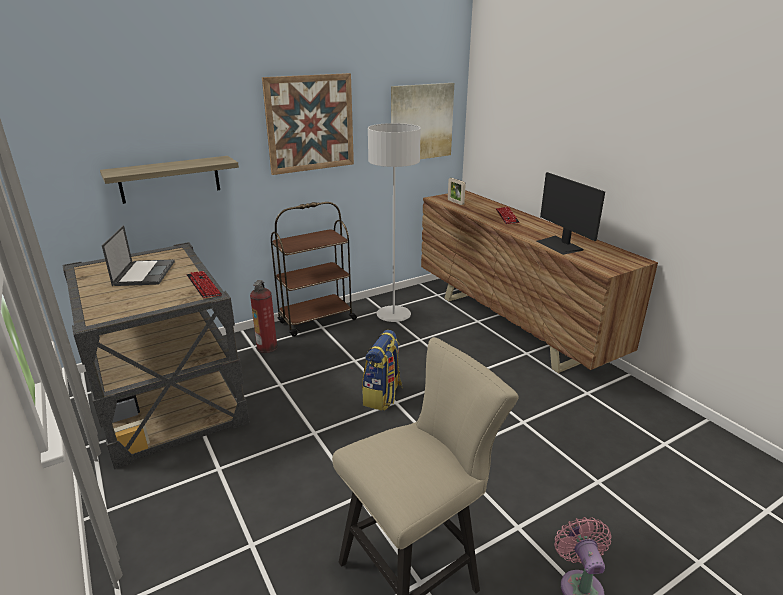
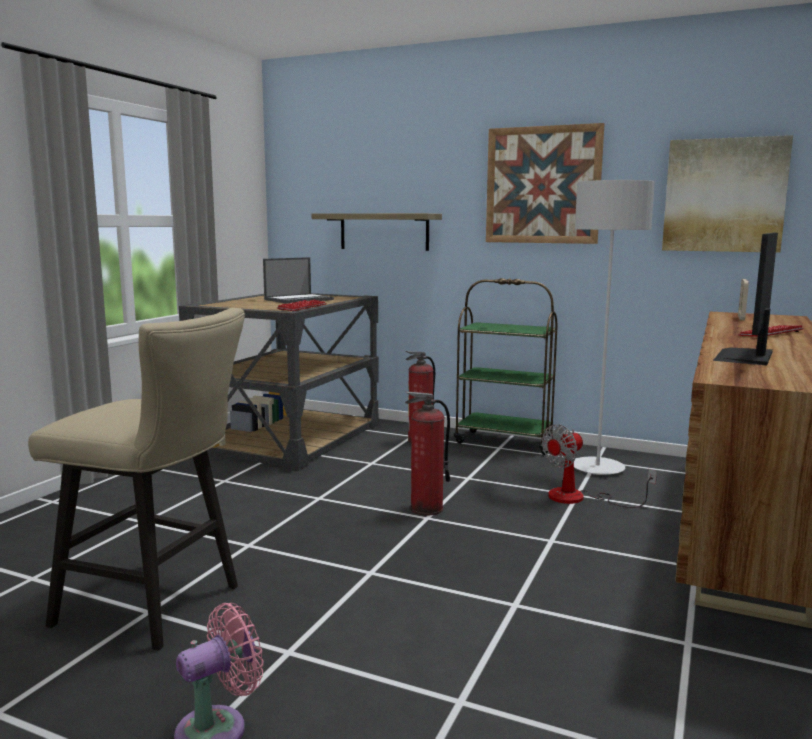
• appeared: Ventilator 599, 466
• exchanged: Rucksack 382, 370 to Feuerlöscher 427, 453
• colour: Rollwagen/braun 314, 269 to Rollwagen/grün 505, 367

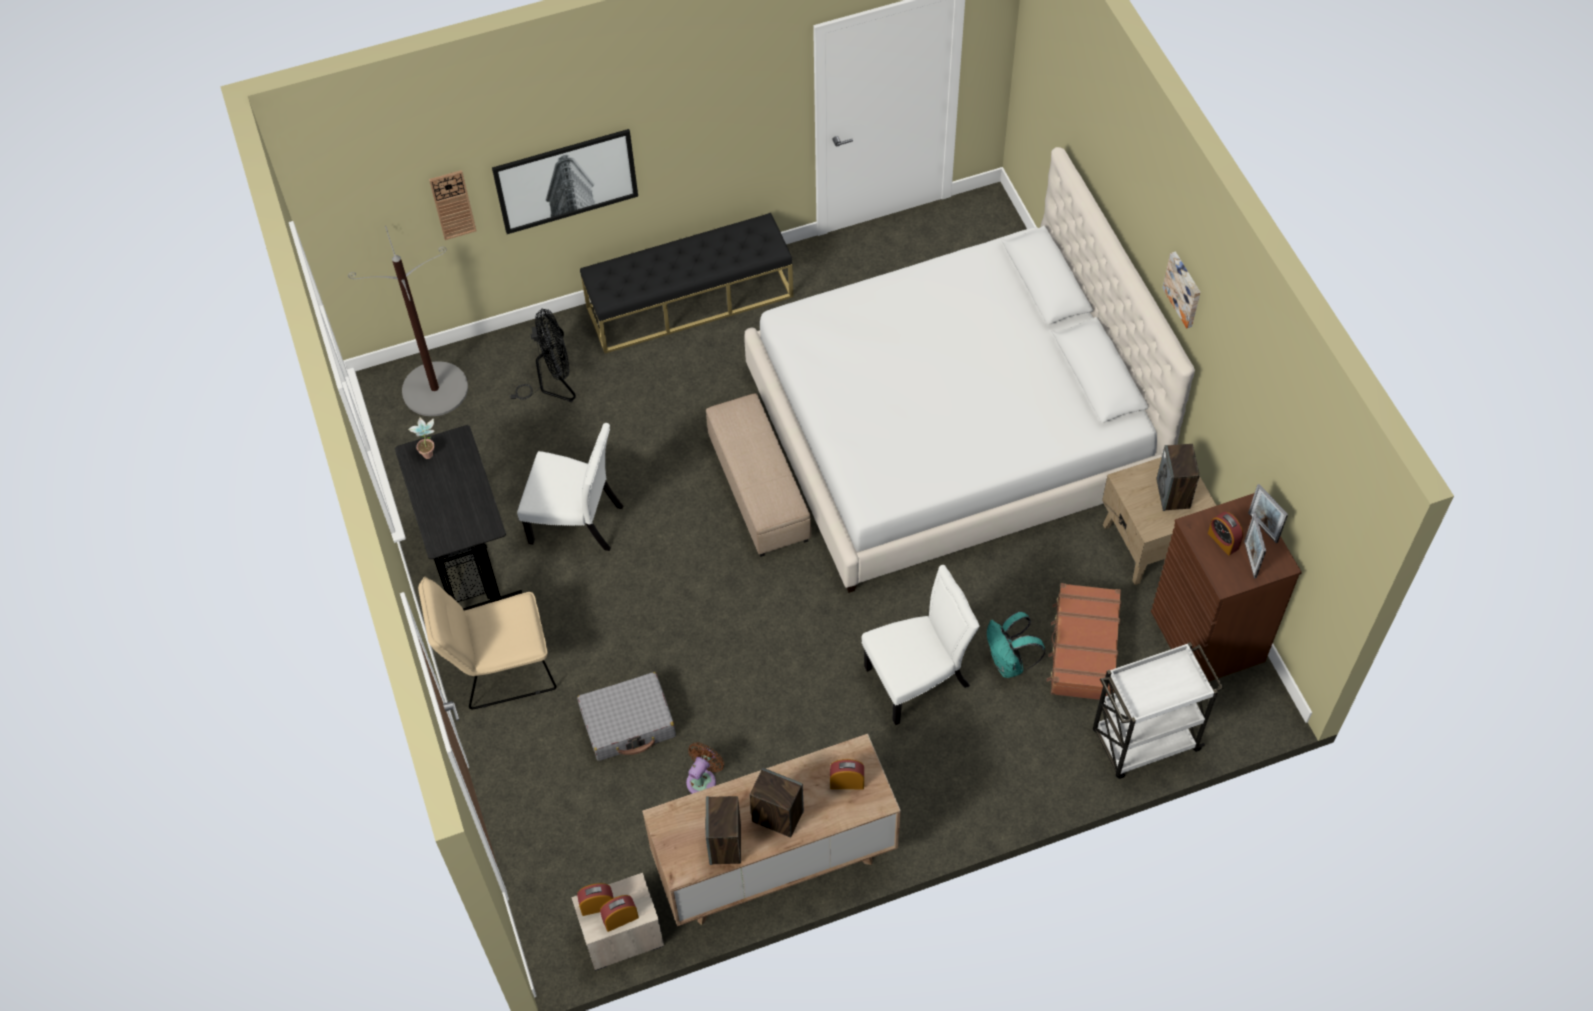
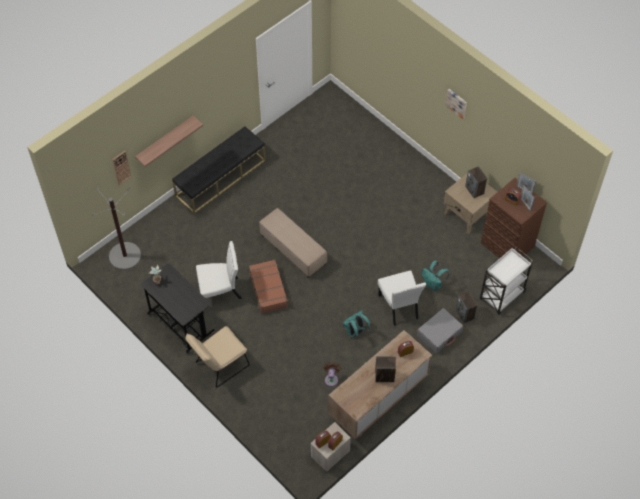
• missing: Ventilator/schwarz 543, 356
• missing: Bett/weiß 969, 370
• appeared: Rucksack/türkis 357, 325
• relocated: Koffer/grau 626, 716 to 440, 330
• relocated: Lautsprecher 723, 830 to 467, 307
• relocated: Koffer/braun 1084, 641 to 268, 287
• exchanged: Bild 565, 181 to Wandregal 169, 141
• spun: Stuhl/weiß 920, 645 = 402, 298 120 degrees clockwise

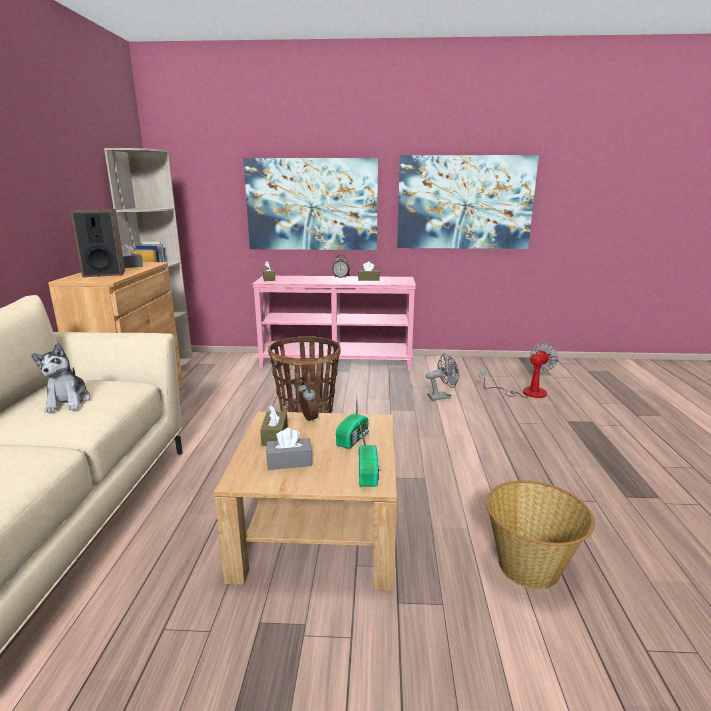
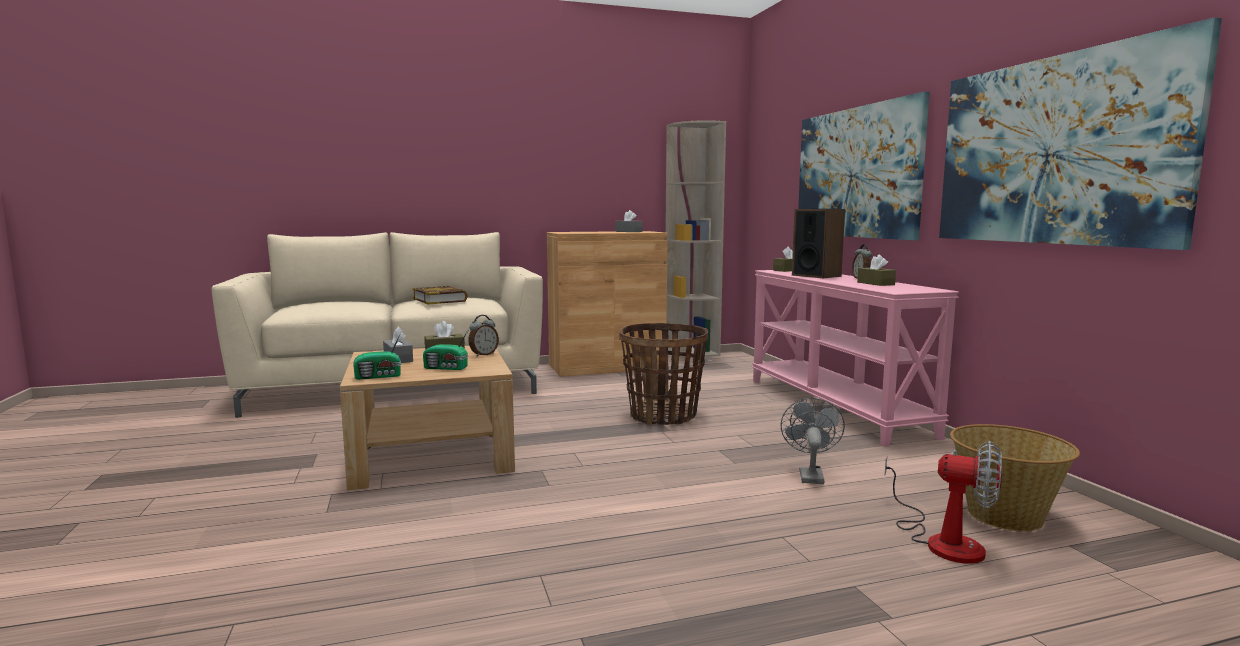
• relocated: Lautsprecher 97, 243 to 818, 243
• relocated: Korb 540, 534 to 1015, 477
• exchanged: Plüschtier 61, 377 to Buch 440, 295
• spun: Ventilator/grau 442, 376 = 812, 441 135 degrees counterclockwise

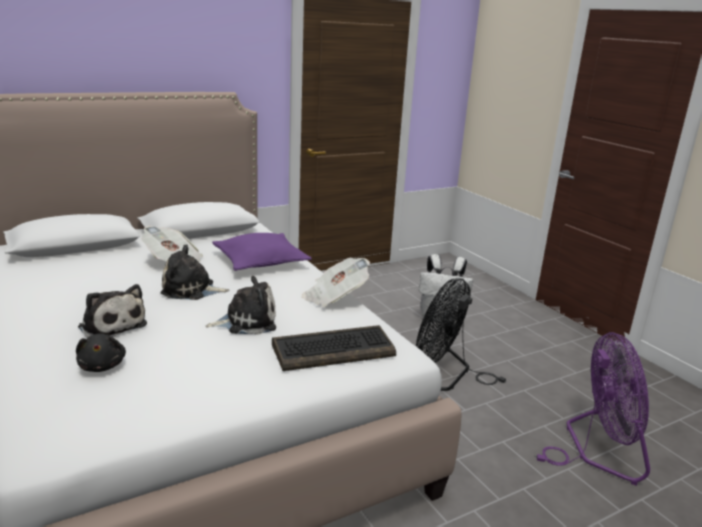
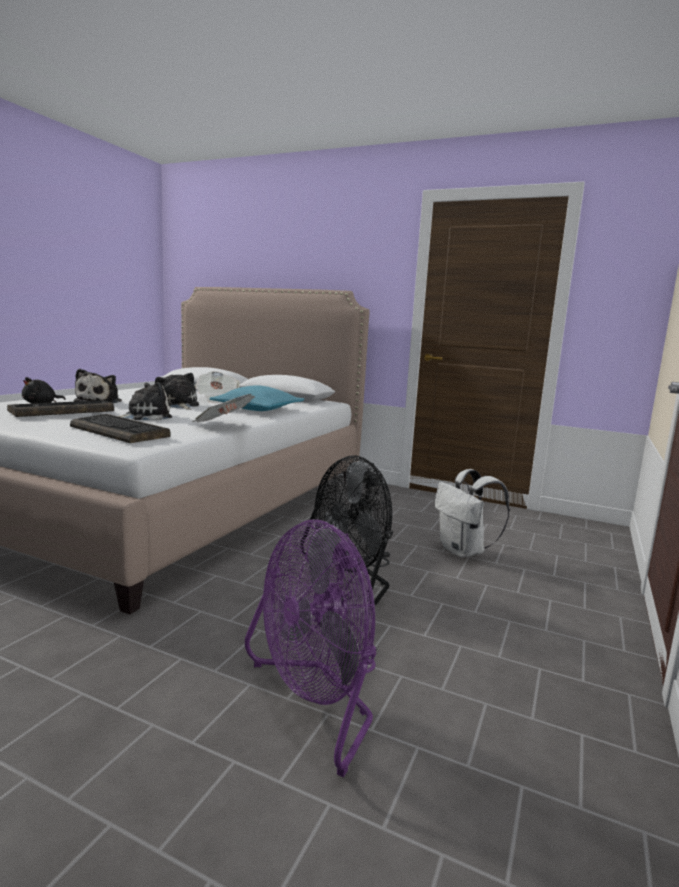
• appeared: Tastatur 60, 408
• colour: Kissen/lila 262, 252 to Kissen/türkis 257, 398
• spun: Plüschtier 240, 305 = 145, 401 75 degrees counterclockwise
• spun: Ventilator/schwarz 461, 334 = 346, 531 120 degrees counterclockwise
• spun: Ventilator/lila 592, 409 = 311, 648 90 degrees clockwise

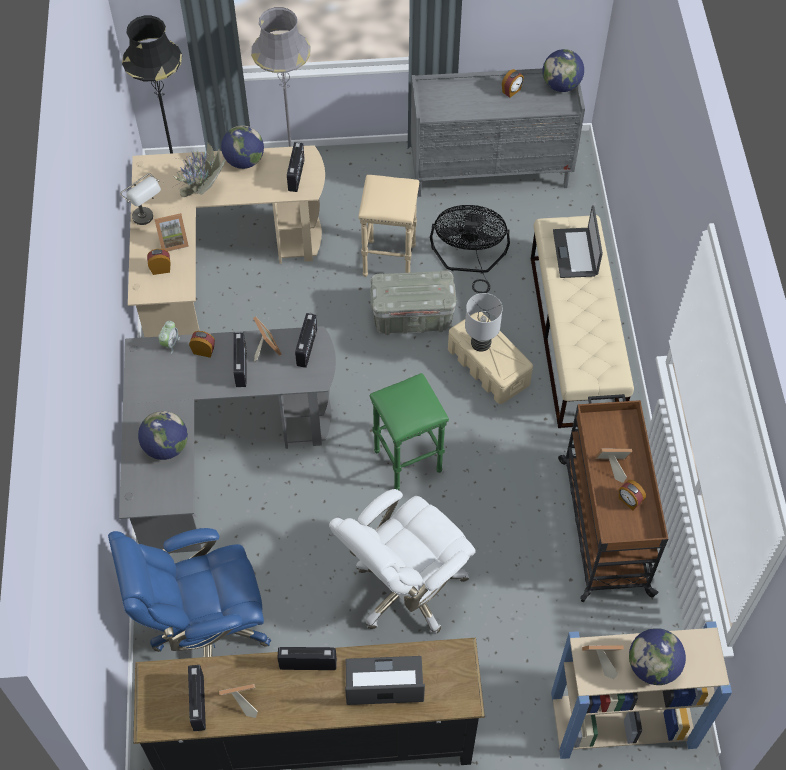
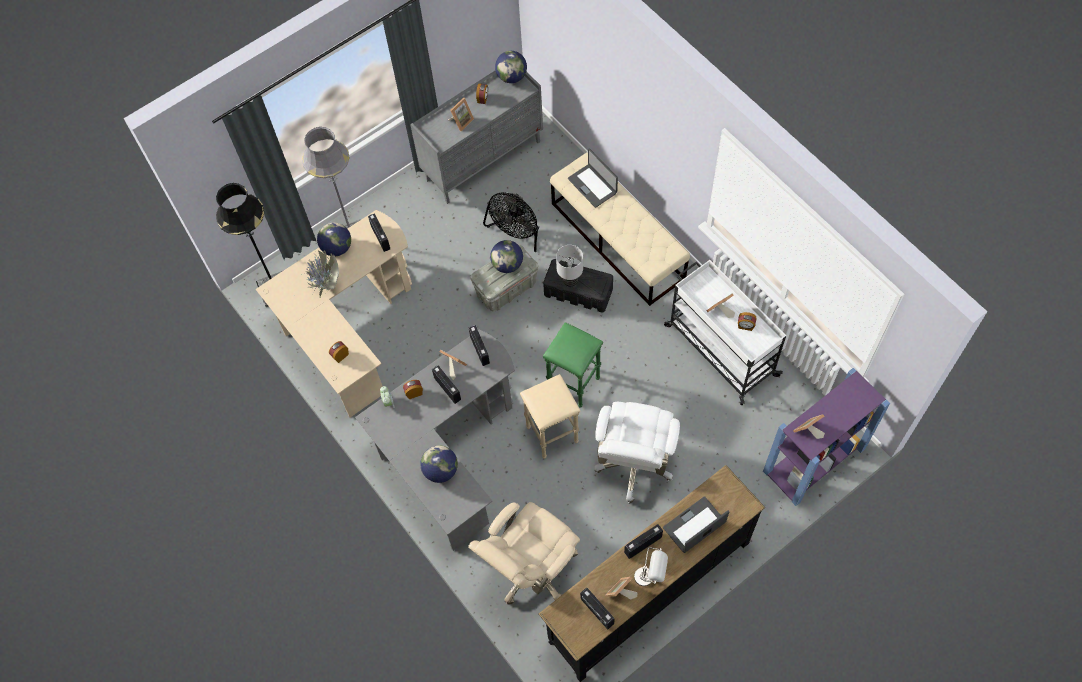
• relocated: Tischlampe/grau 140, 199 to 651, 566
• relocated: Bilderrahmen 171, 232 to 461, 114
• relocated: Hocker/beige 388, 226 to 550, 416
• relocated: Globus 657, 656 to 506, 256
• colour: Bürostuhl/blau 189, 592 to Bürostuhl/beige 524, 553
• colour: Aufbewahrungsbox/beige 490, 358 to Aufbewahrungsbox/schwarz 578, 286
• colour: Bücherregal/beige 641, 690 to Bücherregal/lila 826, 437
• colour: Rollwagen/braun 613, 498 to Rollwagen/weiß 725, 332
• spun: Ventilator/schwarz 470, 249 = 511, 222 120 degrees counterclockwise

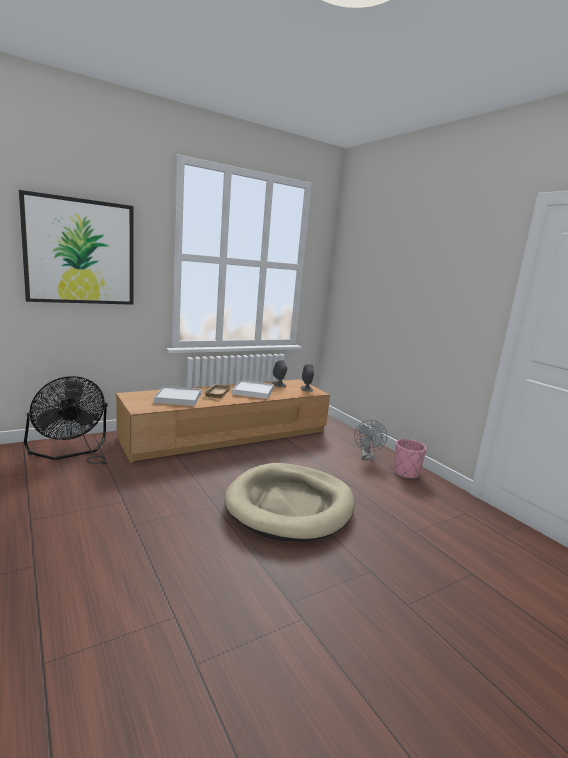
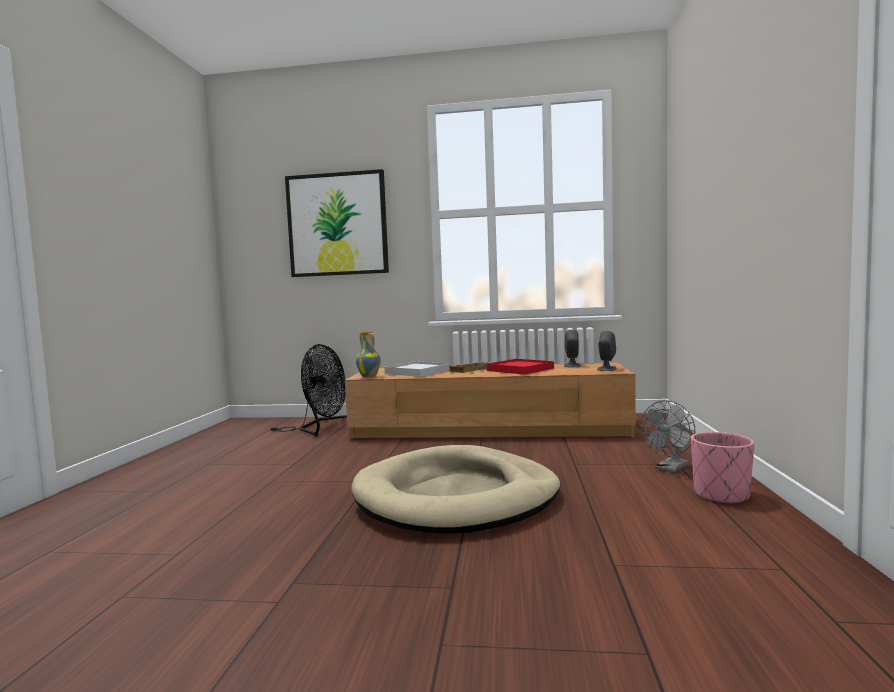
• appeared: Vase 368, 354
• colour: Tablett/weiß 253, 389 to Tablett/rot 520, 367
• spun: Ventilator/schwarz 66, 420 = 309, 390 105 degrees clockwise

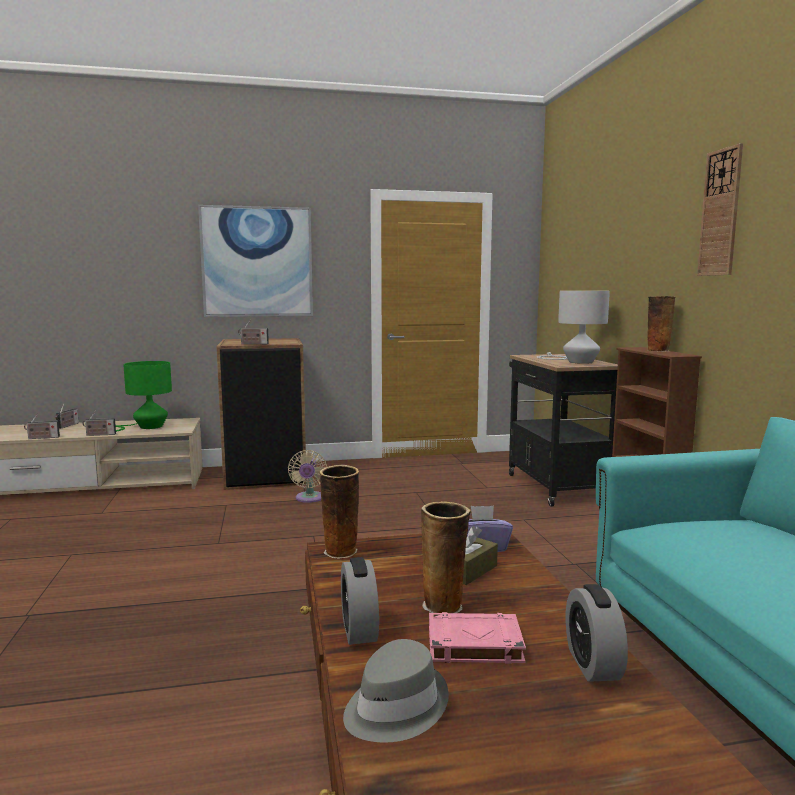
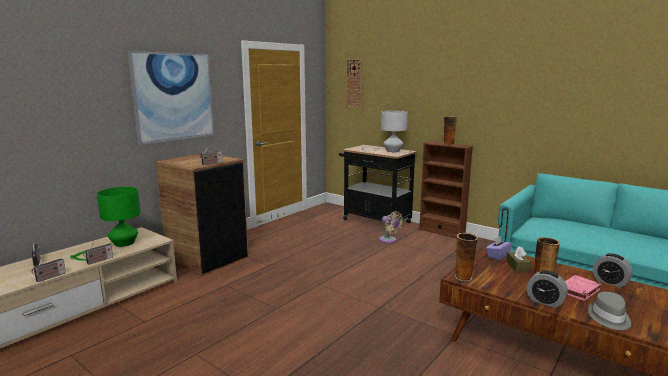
• relocated: Ventilator/beige 307, 476 to 391, 227
• relocated: Wanduhr 720, 209 to 354, 83

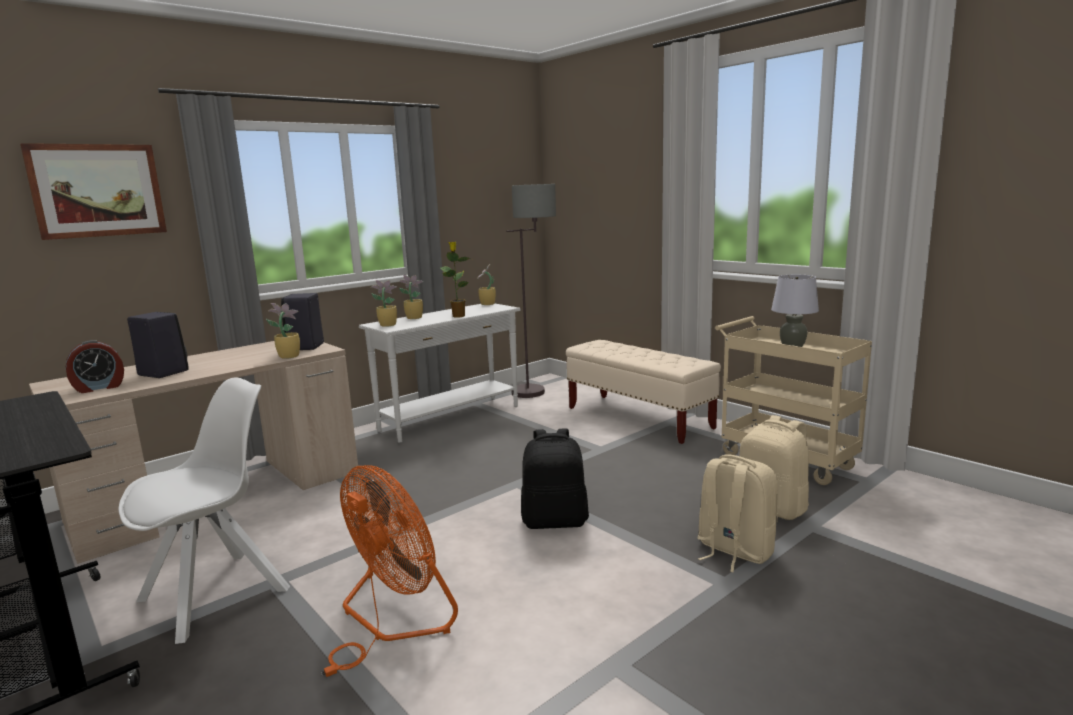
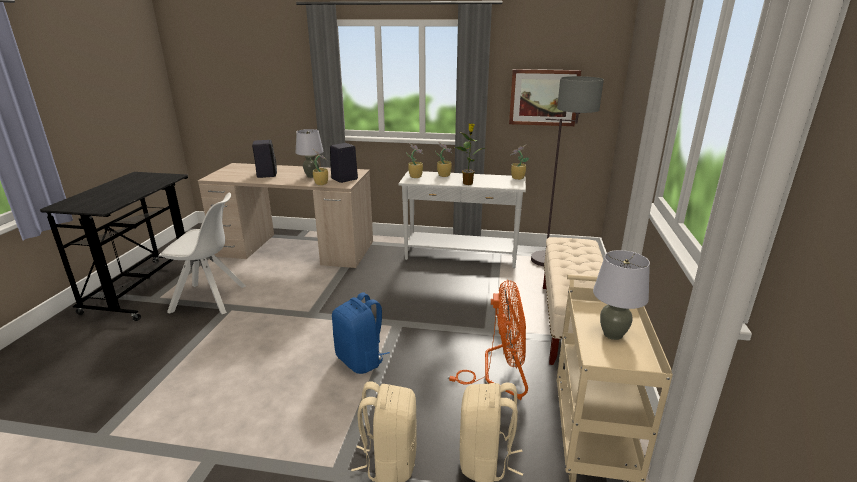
• missing: Wecker 95, 366
• appeared: Tischlampe/grau 309, 153
• relocated: Bild 93, 191 to 545, 97
• relocated: Ventilator/orange 389, 571 to 488, 340
• colour: Rucksack/schwarz 555, 479 to Rucksack/blau 361, 333

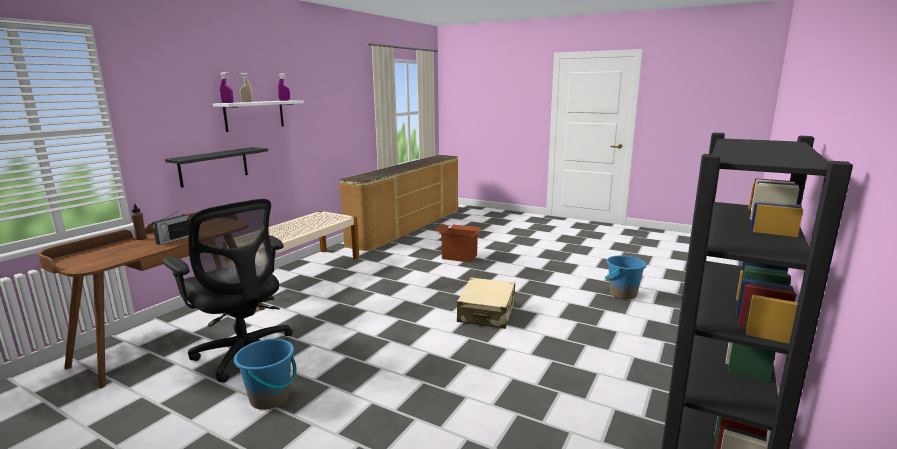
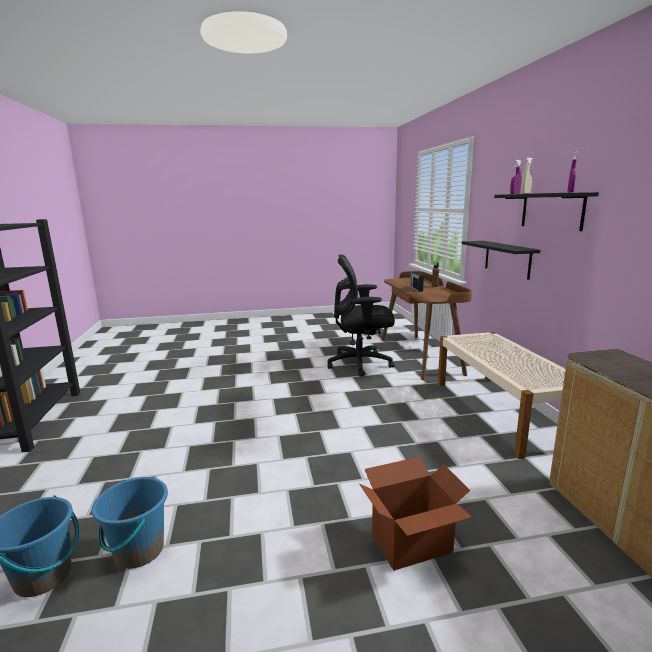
• missing: Koffer/beige 486, 303
• relocated: Eimer/blau 265, 374 to 130, 523
• colour: Wandregal/weiß 258, 116 to Wandregal/schwarz 546, 211

